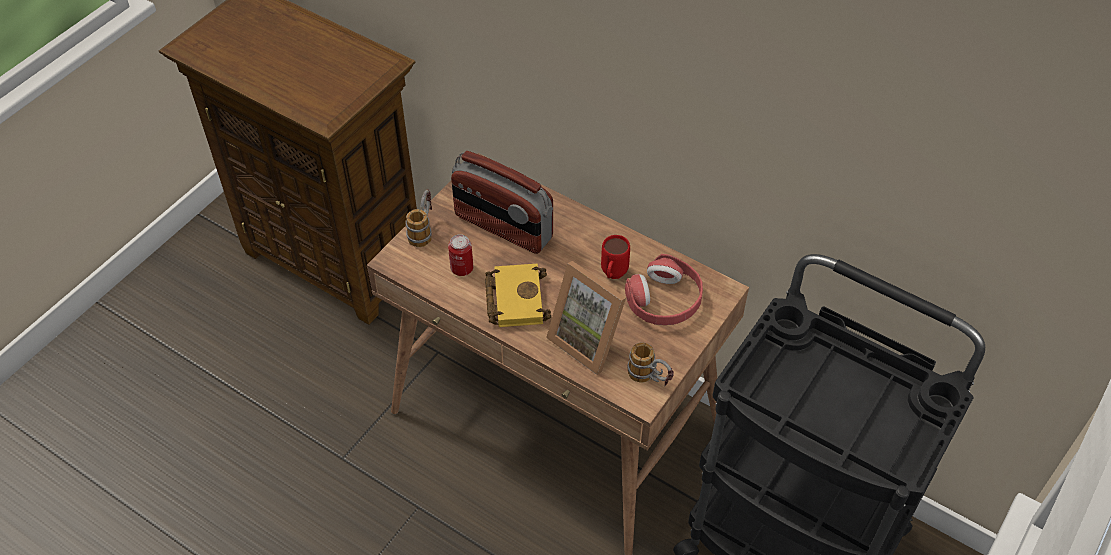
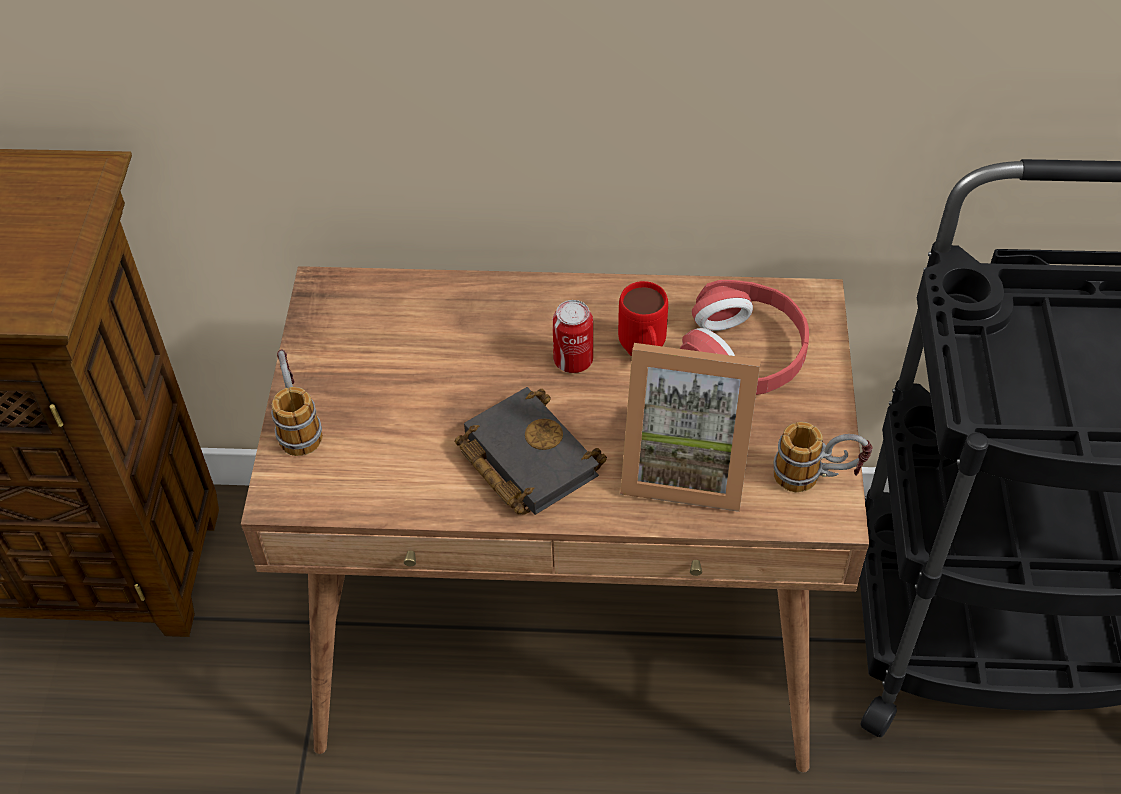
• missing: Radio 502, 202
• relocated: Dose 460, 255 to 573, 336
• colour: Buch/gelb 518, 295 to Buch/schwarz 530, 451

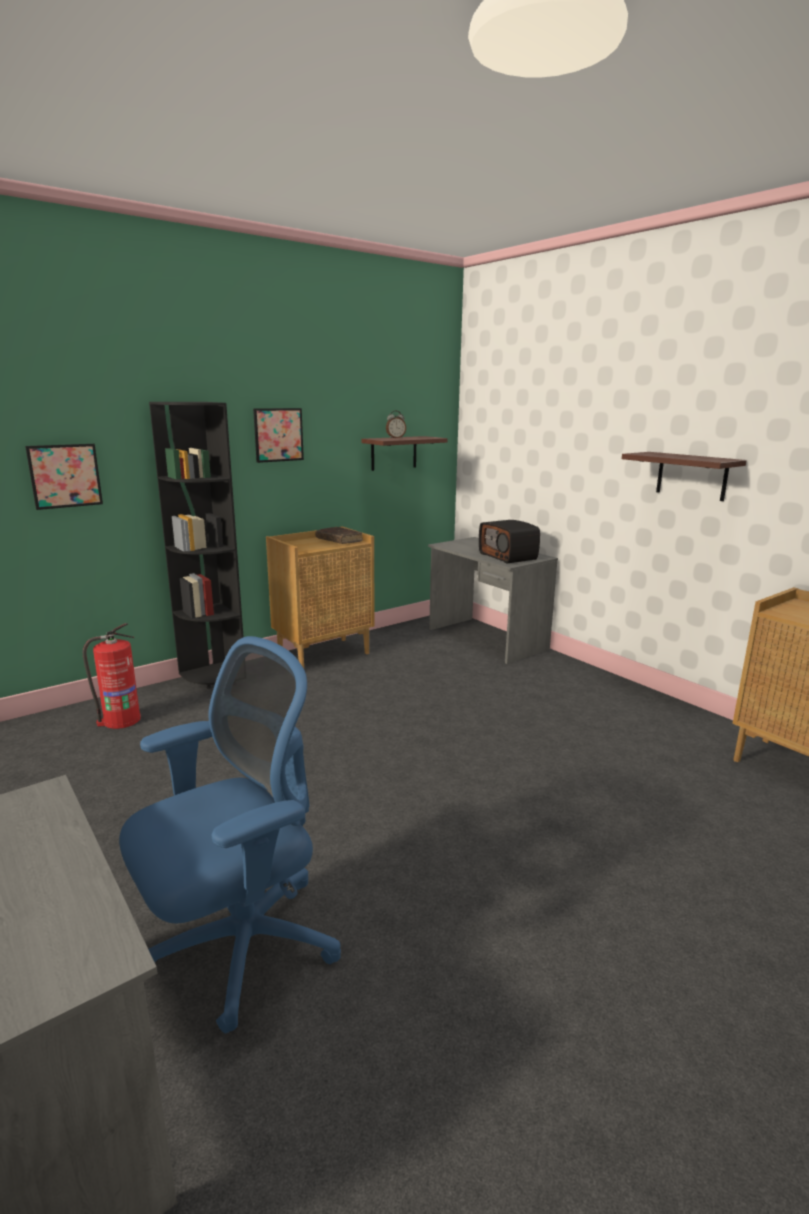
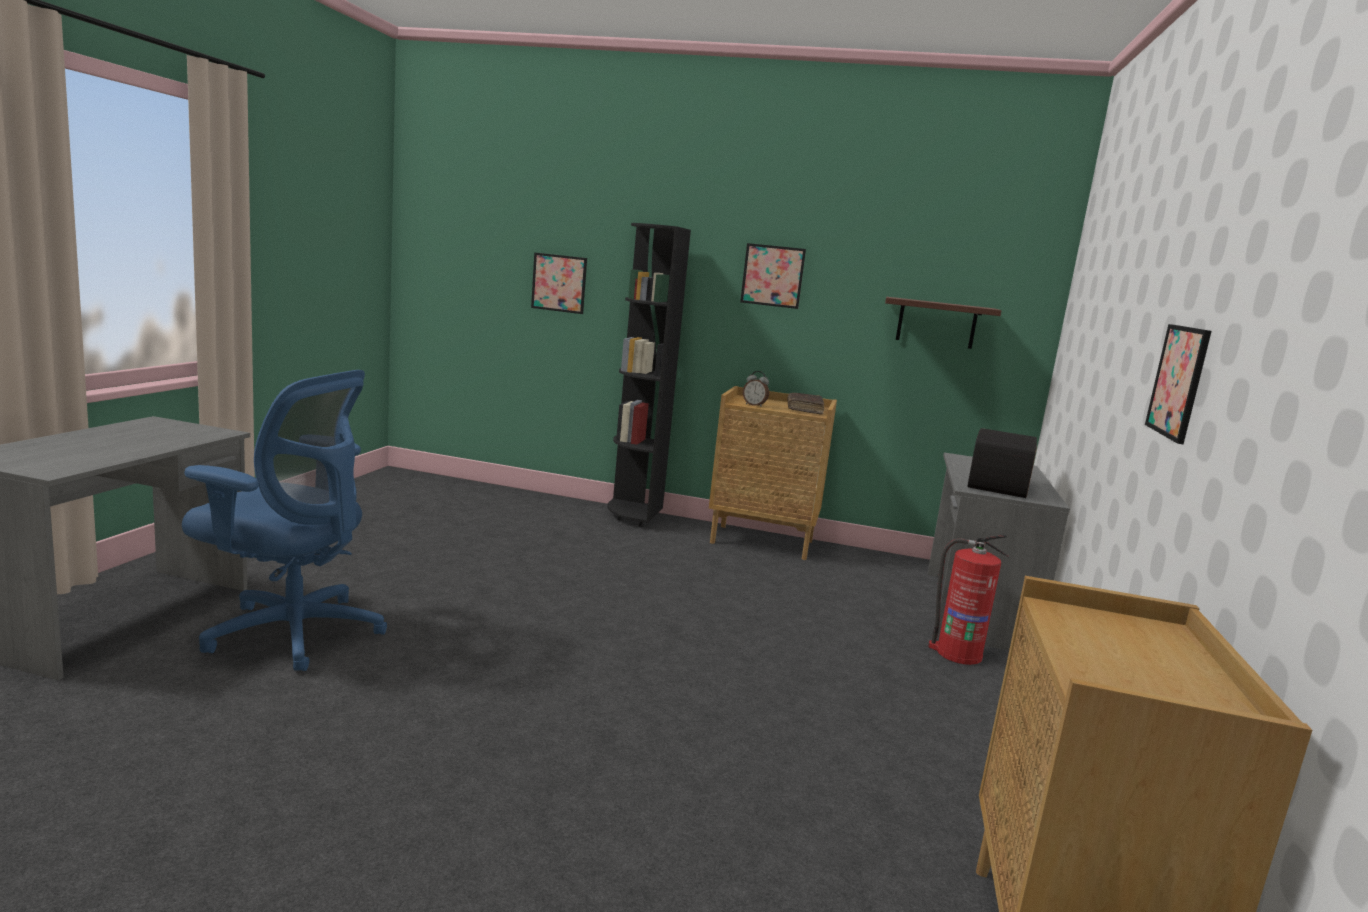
• relocated: Feuerlöscher 112, 676 to 968, 600
• relocated: Wecker 396, 424 to 756, 389
• exchanged: Wandregal 684, 476 to Bild 1178, 384

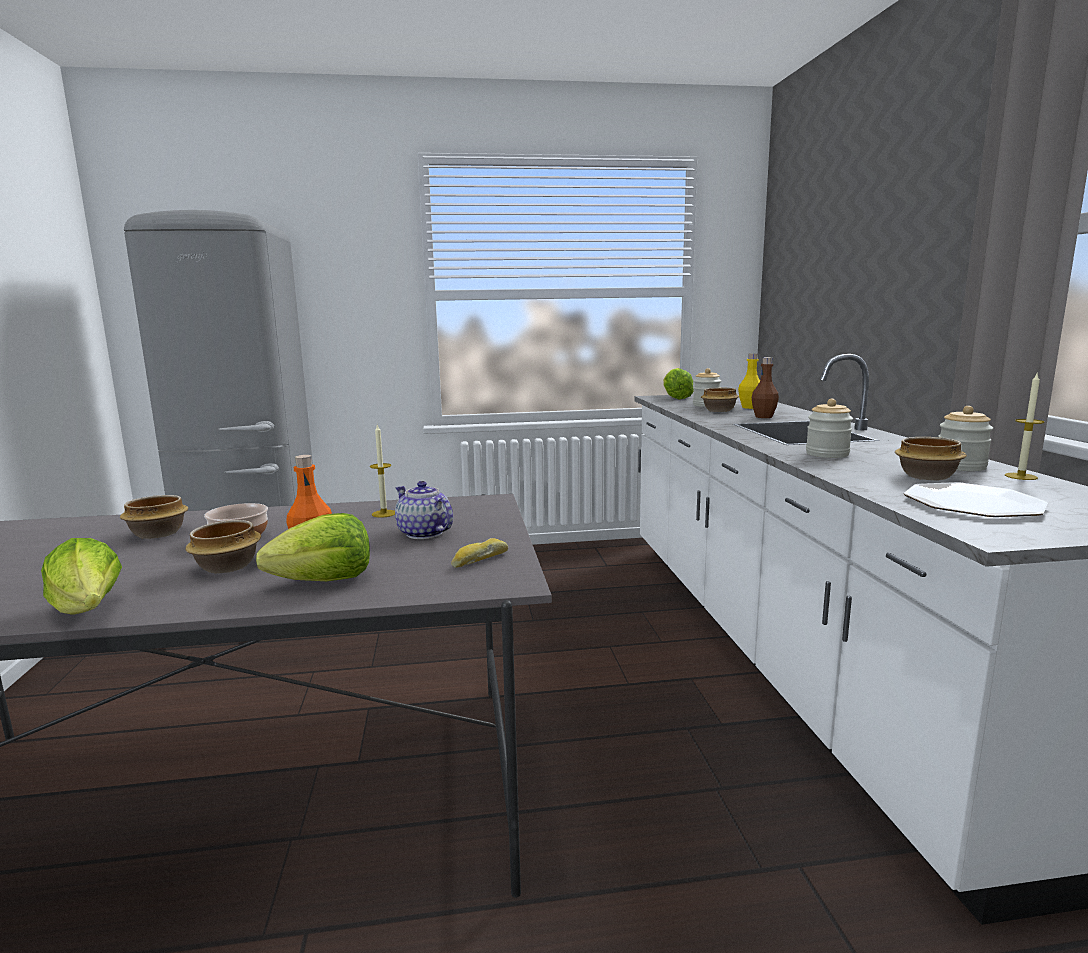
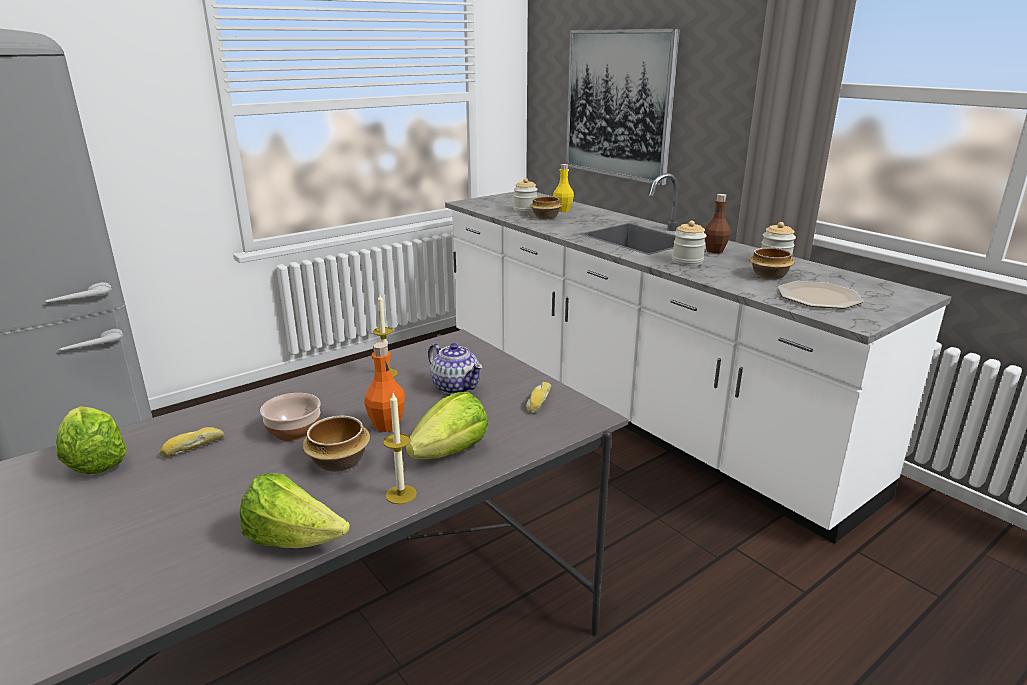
• appeared: Bild 623, 107
• relocated: Salatkopf 678, 384 to 91, 440
• relocated: Flasche/braun 765, 387 to 717, 223
• relocated: Kerze 1024, 426 to 400, 448
• exchanged: Schüssel 154, 517 to Brot 191, 442
• spun: Teekanne 424, 510 = 455, 368 150 degrees counterclockwise

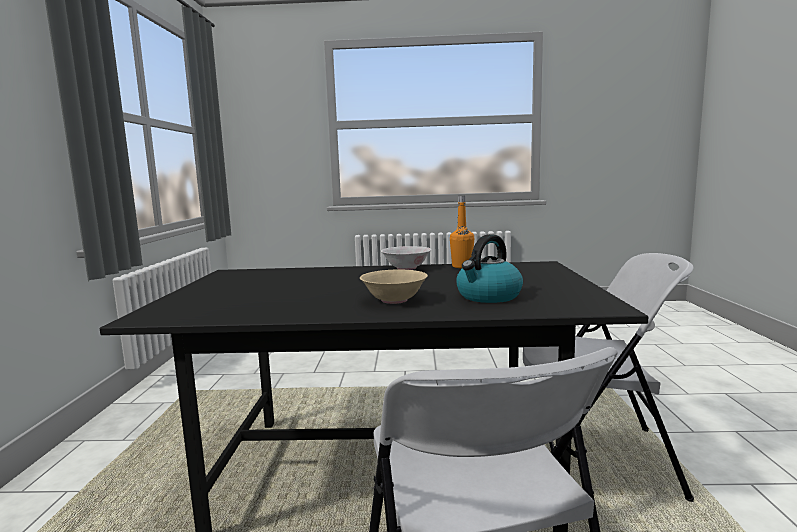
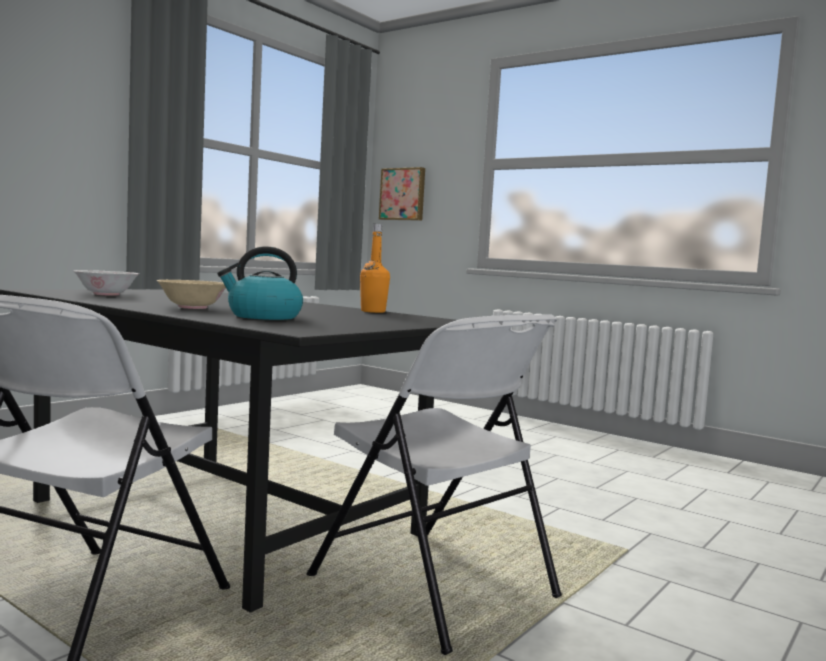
• appeared: Bild 402, 194
• relocated: Schüssel/weiß 406, 258 to 106, 283

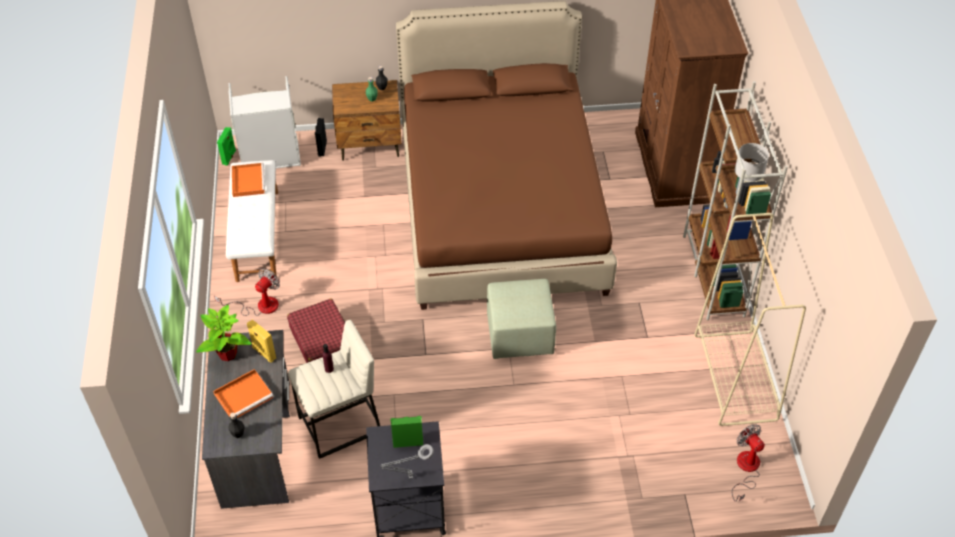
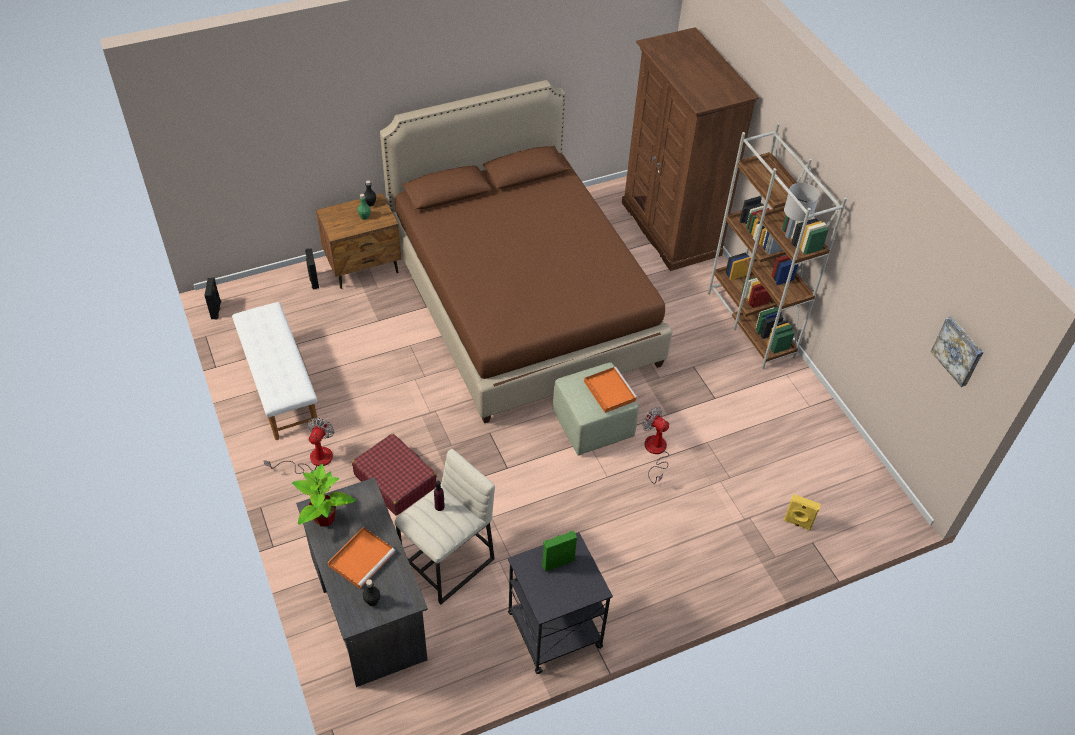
• missing: Wäschekorb/grau 264, 122
• missing: Tischlampe/grau 407, 461
• missing: Kleiderständer/beige 750, 319
• appeared: Bild 957, 351
• relocated: Tablett/orange 248, 180 to 611, 390
• relocated: Lautsprecher/gelb 261, 341 to 802, 512
• relocated: Ventilator 748, 463 to 655, 445
• colour: Lautsprecher/grün 226, 146 to Lautsprecher/schwarz 212, 298

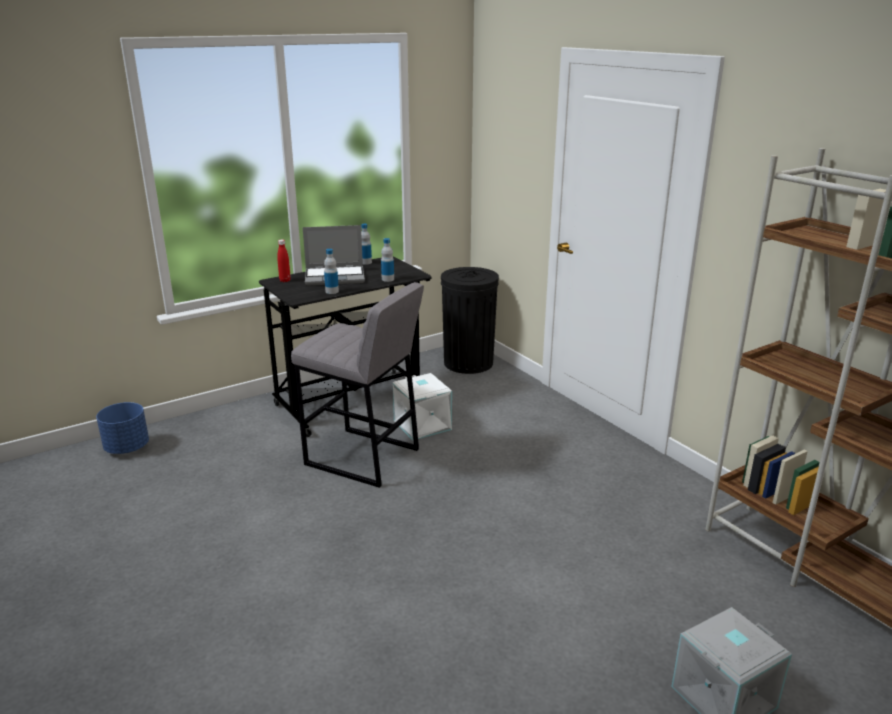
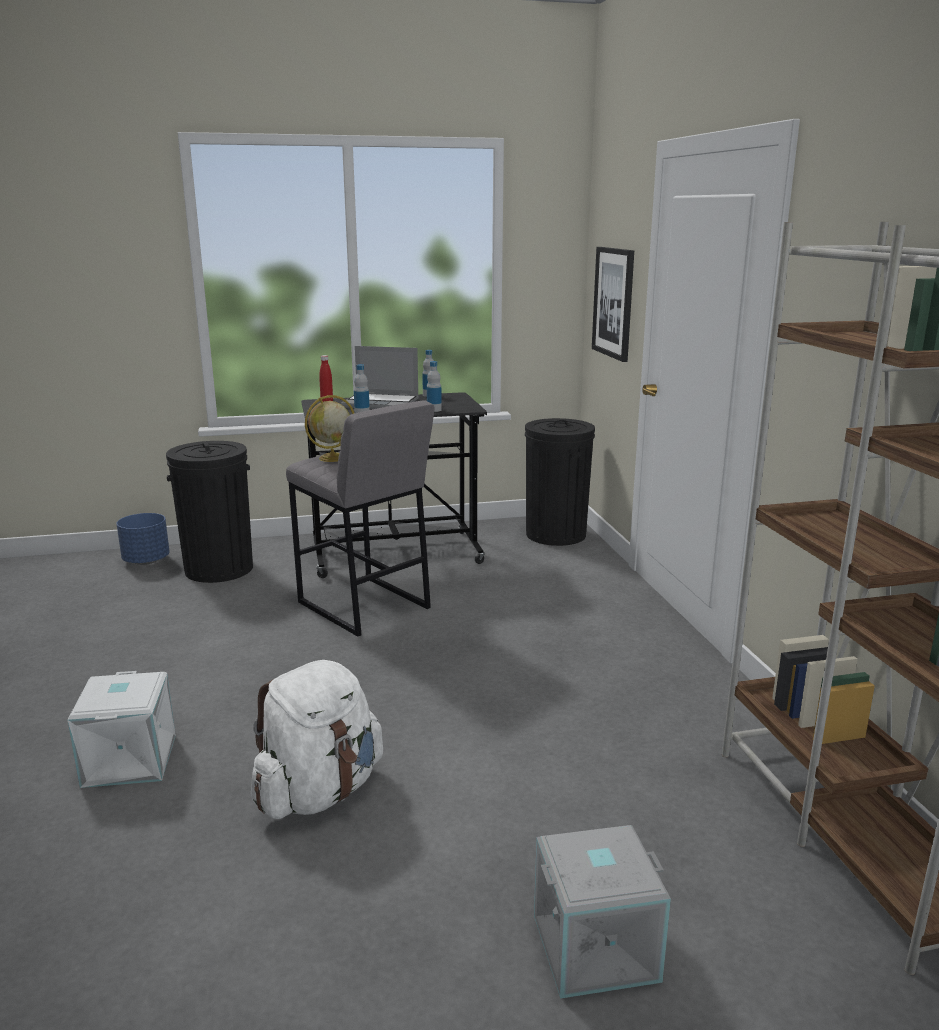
• appeared: Mülleimer/schwarz 209, 512
• appeared: Rucksack/weiß 317, 739
• appeared: Globus 329, 428
• appeared: Bild 613, 304
• relocated: Aufbewahrungsbox/weiß 422, 406 to 121, 729

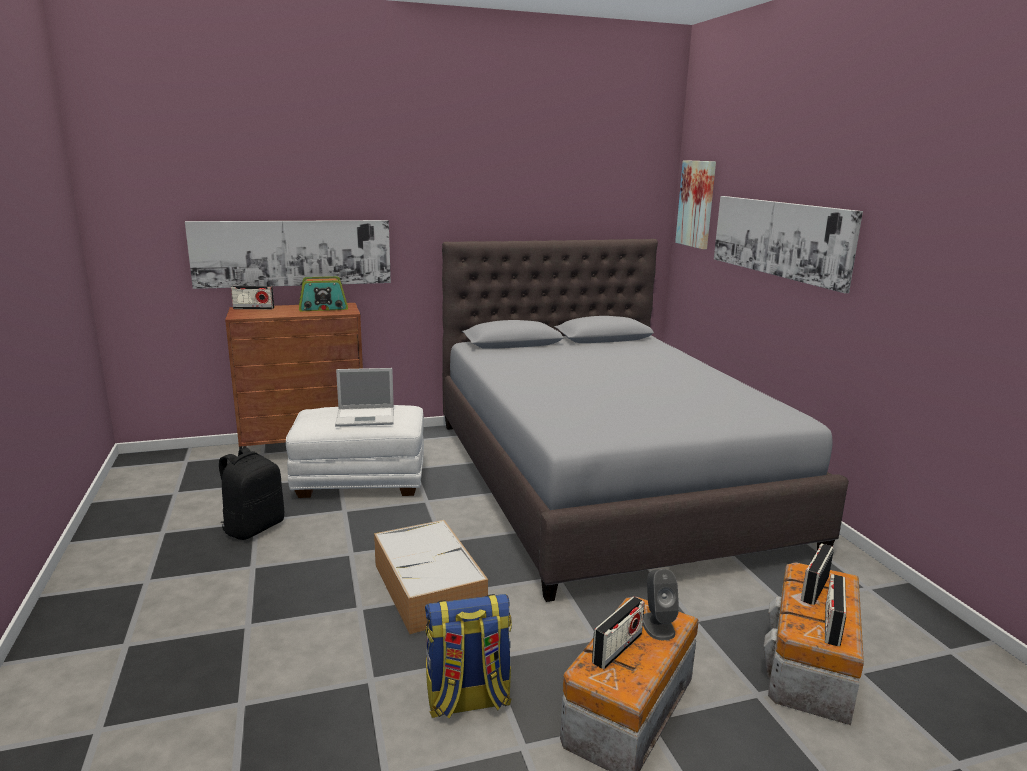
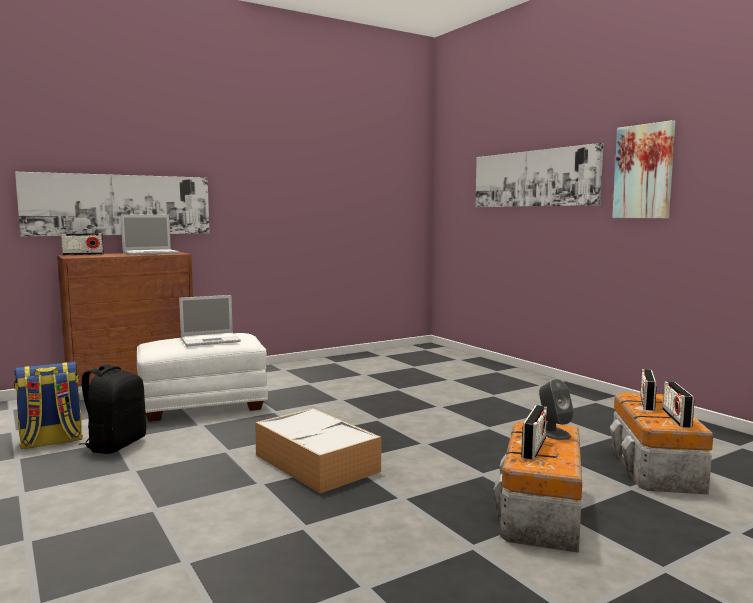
• missing: Bett/grau 645, 420
• relocated: Rucksack 468, 656 to 48, 405
• relocated: Bild 695, 204 to 643, 169
• exchanged: Radio 323, 293 to Laptop 150, 235

